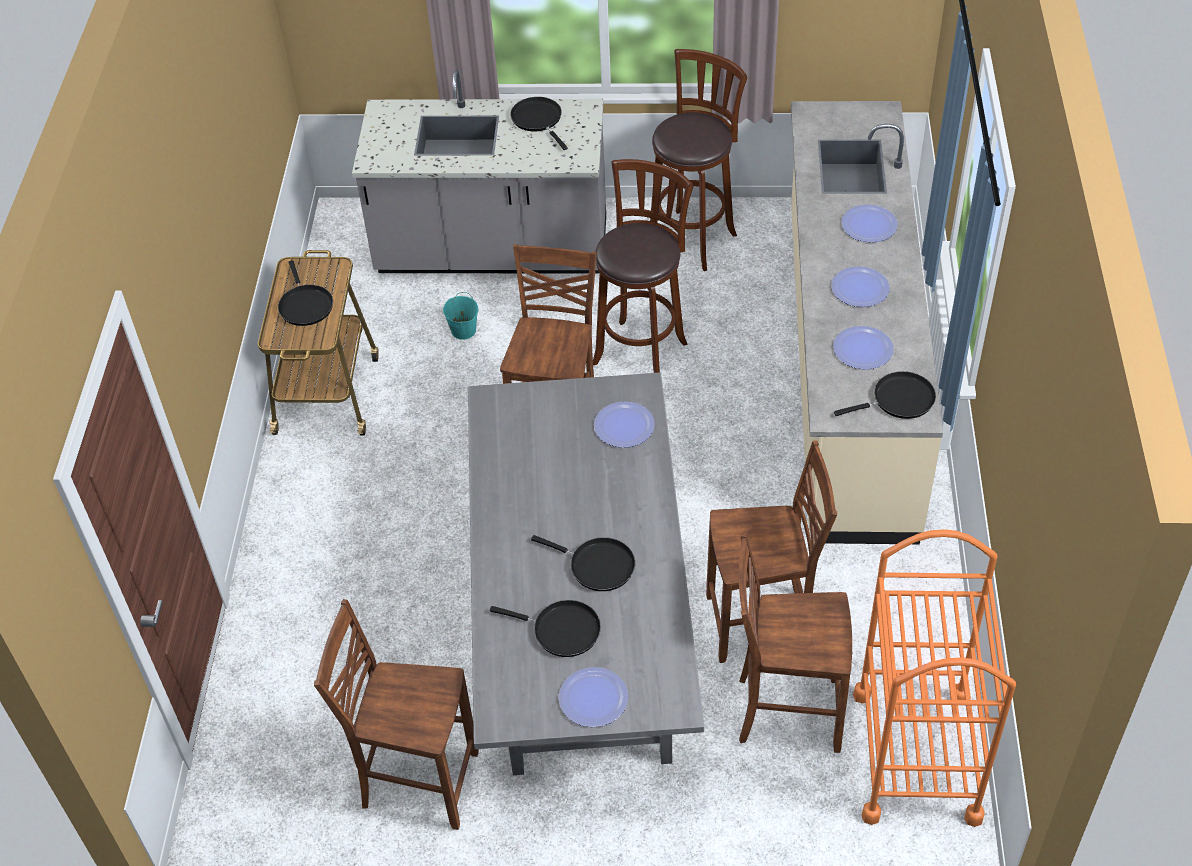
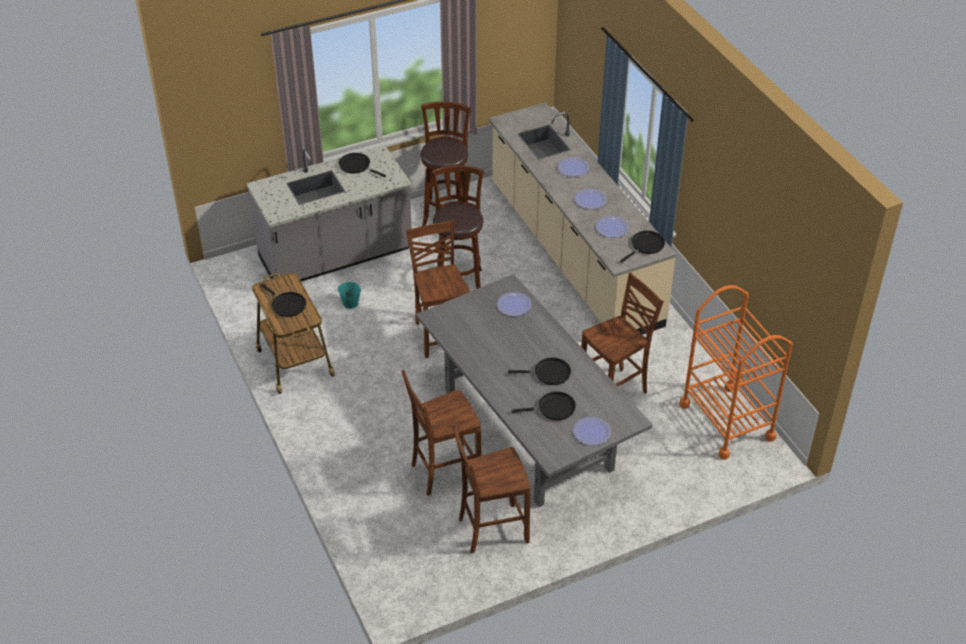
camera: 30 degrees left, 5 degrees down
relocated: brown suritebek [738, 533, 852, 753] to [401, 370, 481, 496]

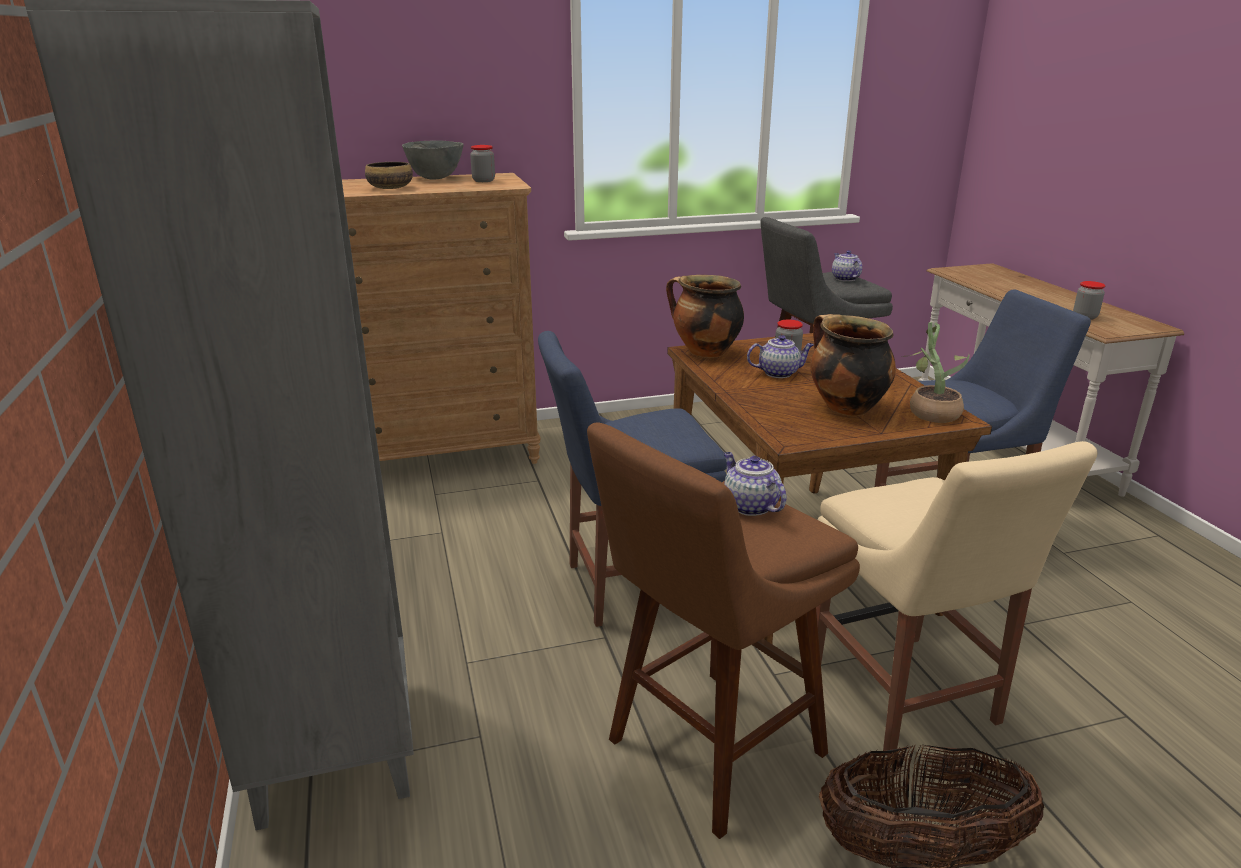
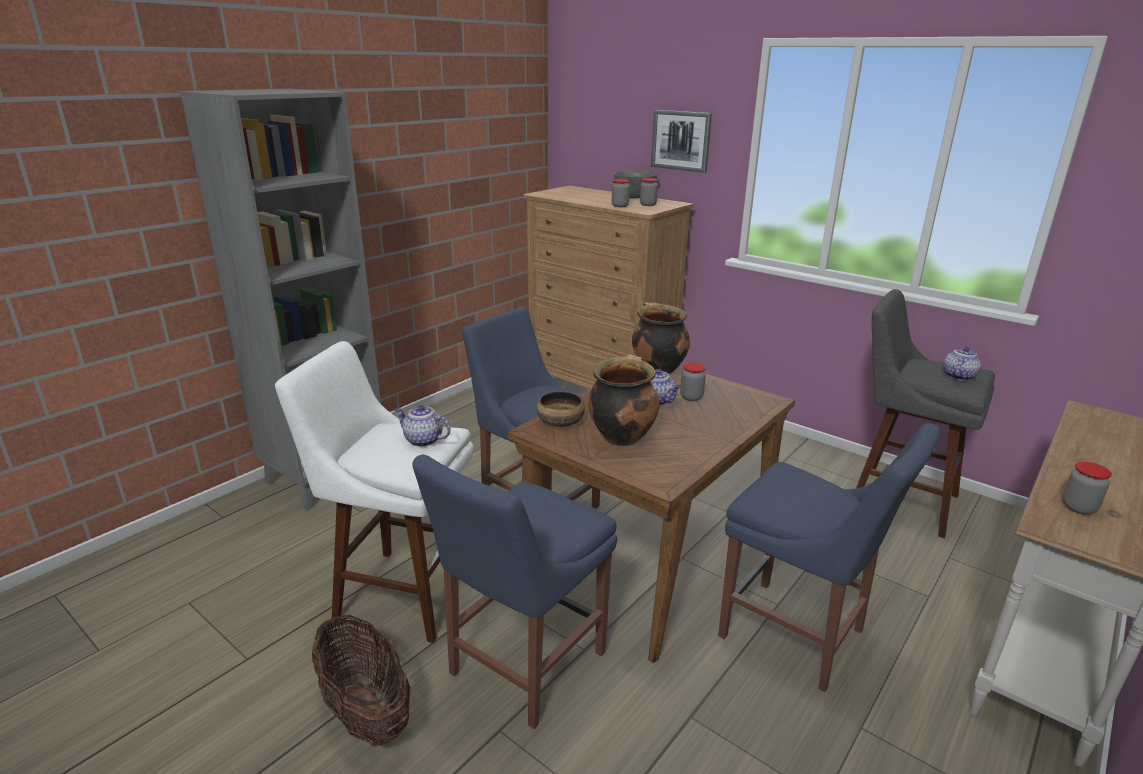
camera: 55 degrees right, 0 degrees up
missing: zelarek [910, 322, 969, 423]
appeared: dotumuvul [612, 179, 630, 207]; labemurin [651, 110, 712, 173]
relocated: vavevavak [365, 162, 413, 189] to [537, 391, 585, 427]
colour: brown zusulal [587, 422, 860, 839] to white zusulal [275, 341, 474, 643]; beige suritebek [816, 441, 1097, 757] to blue suritebek [412, 455, 617, 729]
spun: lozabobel [724, 452, 787, 516] = [394, 405, 451, 447] 90 degrees counterclockwise

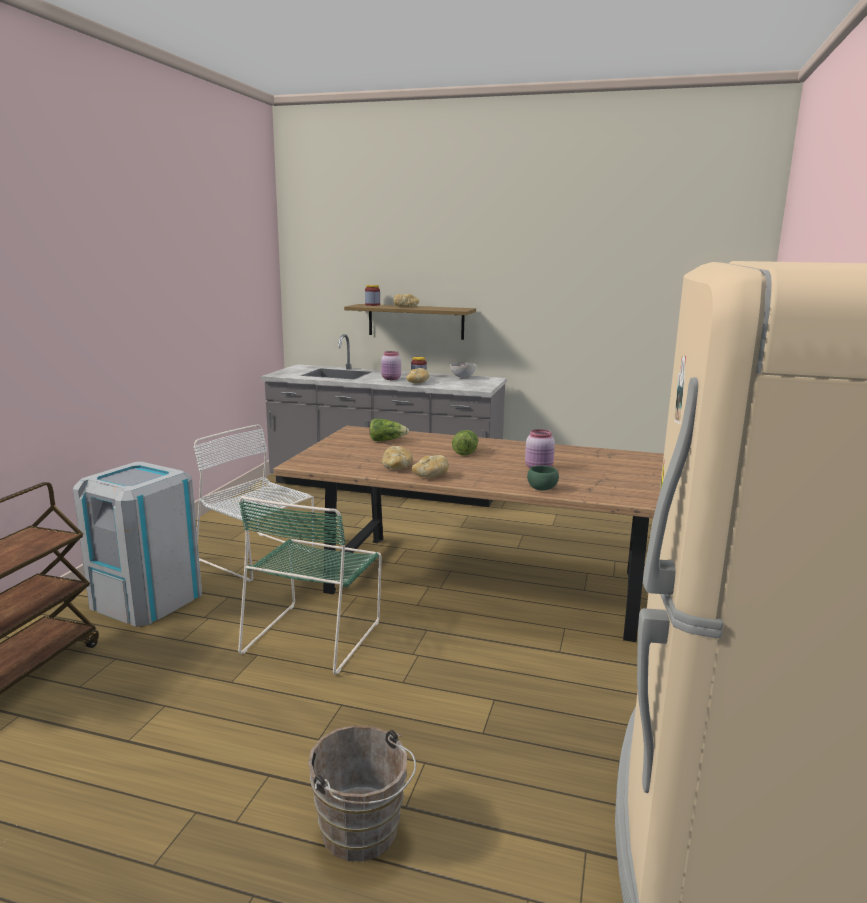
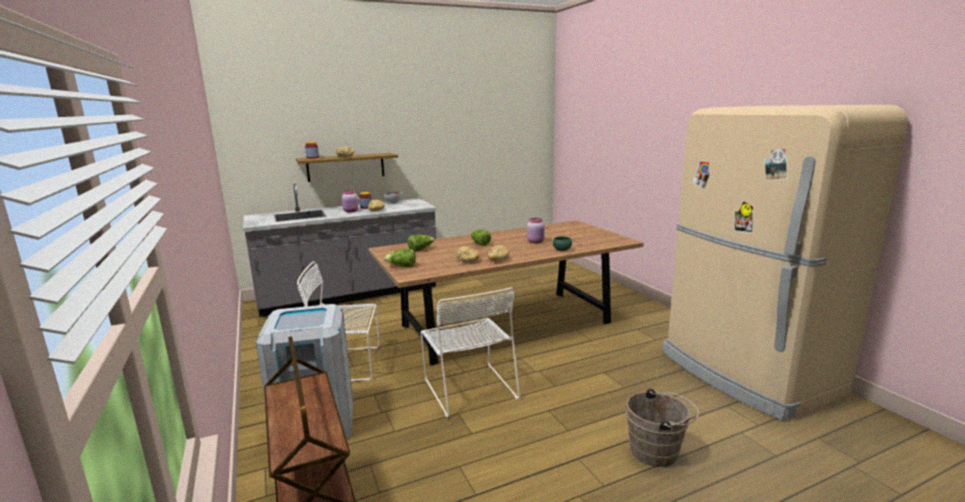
camera: 40 degrees left, 0 degrees up
appeared: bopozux [384, 249, 416, 267]
colour: green suritebek [238, 496, 382, 674] to white suritebek [421, 287, 520, 418]

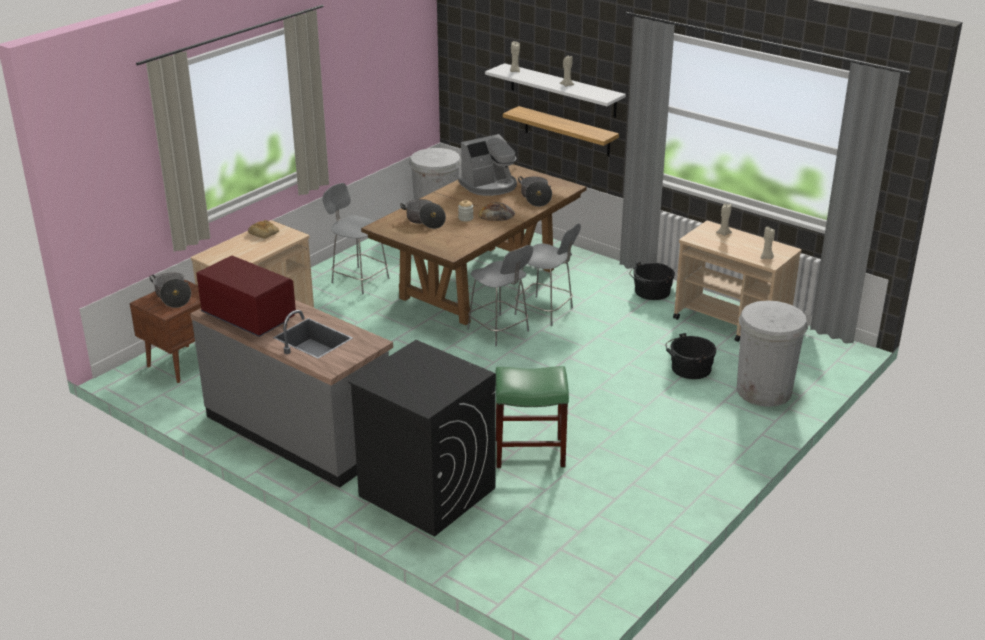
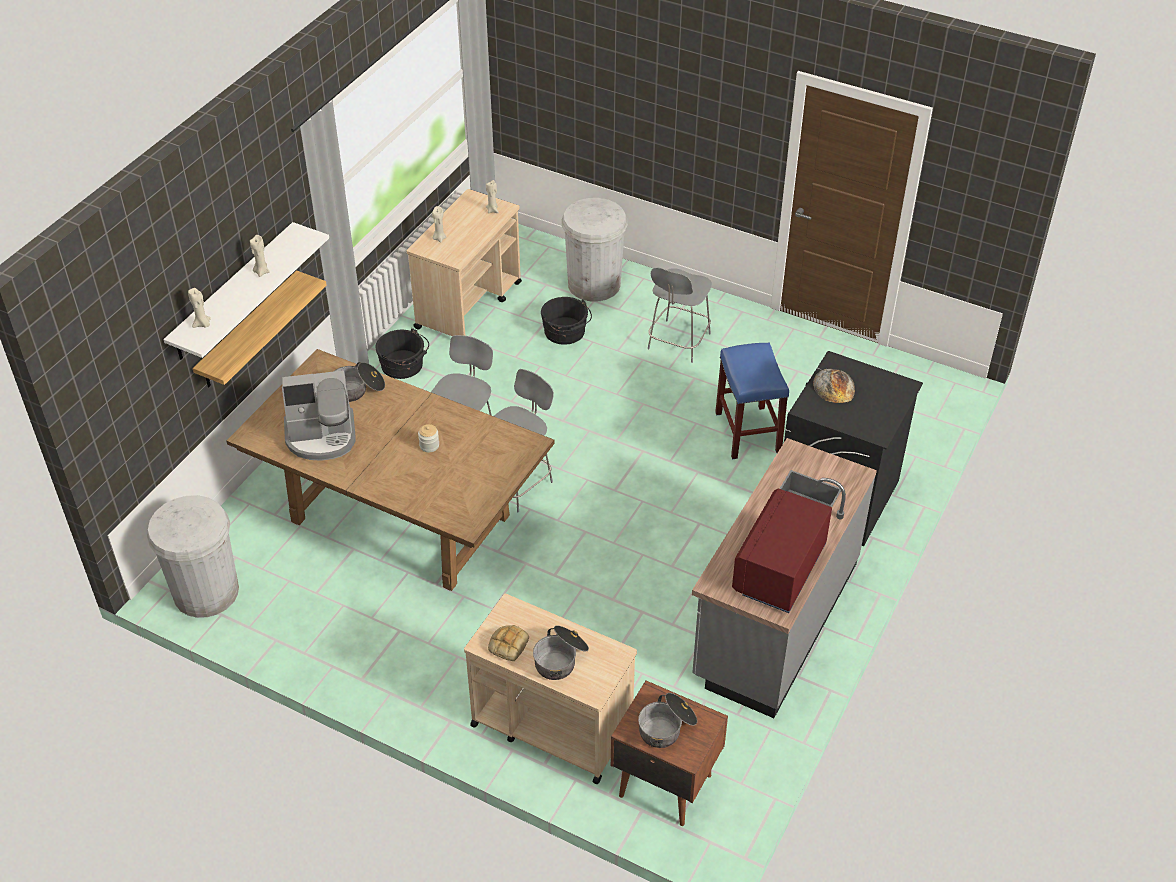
camera: 100 degrees left, 15 degrees up
relocated: grey suritebek [322, 183, 389, 294] to [648, 268, 712, 363]; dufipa [400, 199, 446, 229] to [533, 625, 589, 680]; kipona [478, 202, 515, 221] to [813, 369, 855, 403]
colour: green zusulal [495, 366, 569, 468] to blue zusulal [715, 343, 789, 459]
spun: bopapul [458, 134, 517, 196] = [282, 370, 356, 461] 120 degrees clockwise

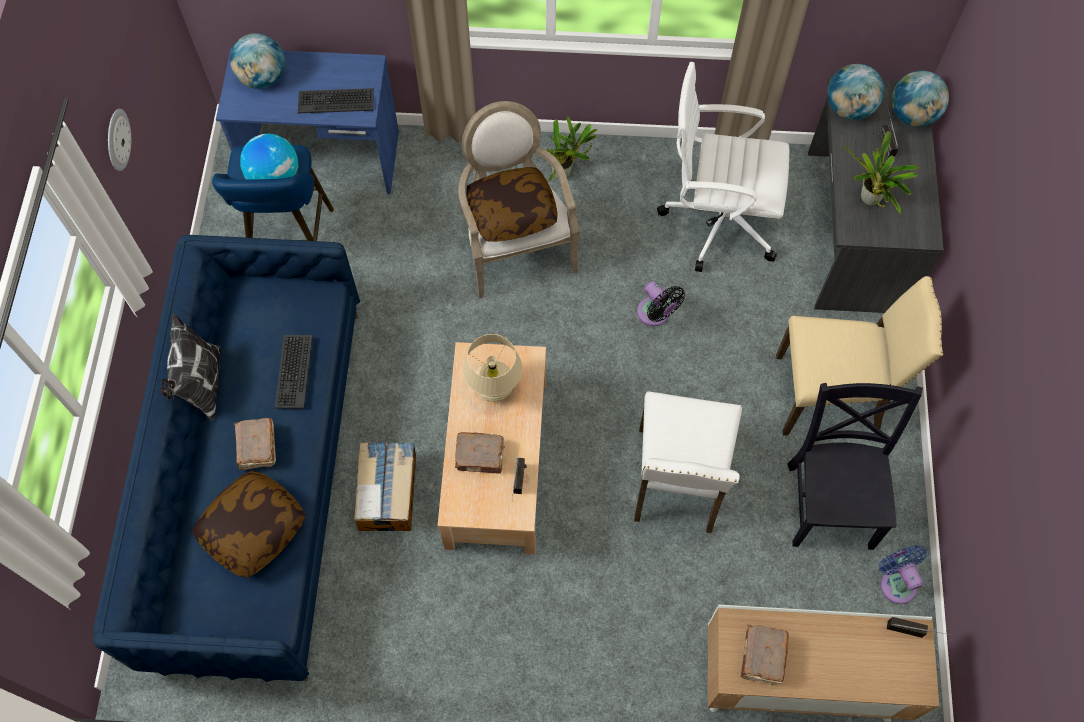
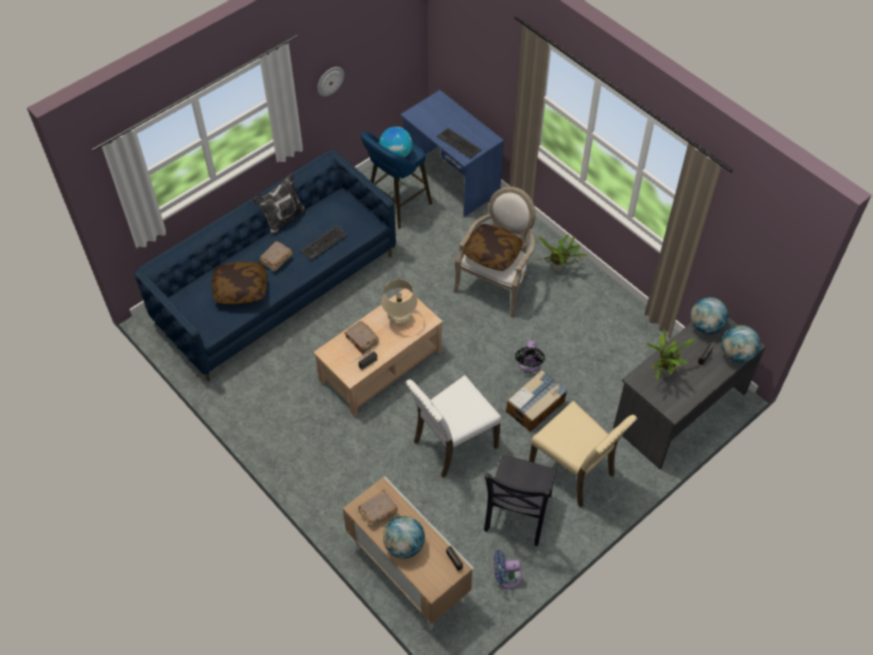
camera: 45 degrees right, 10 degrees down
missing: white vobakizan [657, 62, 790, 272]
relocated: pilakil [230, 33, 285, 89] to [383, 516, 425, 559]; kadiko [354, 442, 416, 531] to [506, 370, 568, 432]
spun: black suritebek [787, 383, 923, 550] = [484, 455, 557, 546] 150 degrees clockwise; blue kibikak [879, 545, 927, 604] = [494, 550, 522, 589] 120 degrees counterclockwise

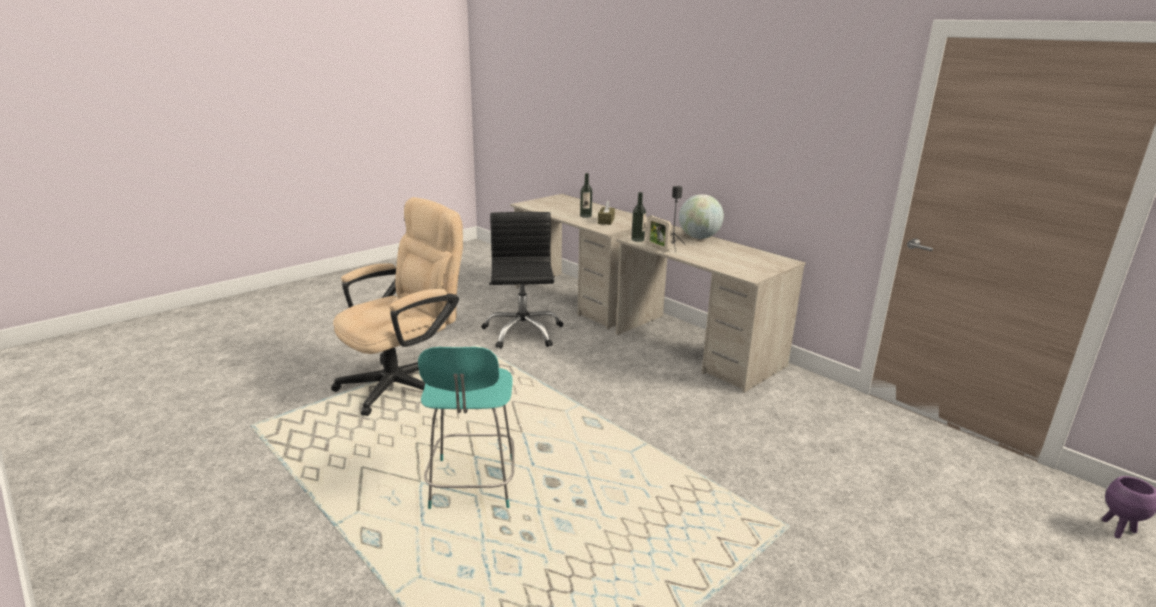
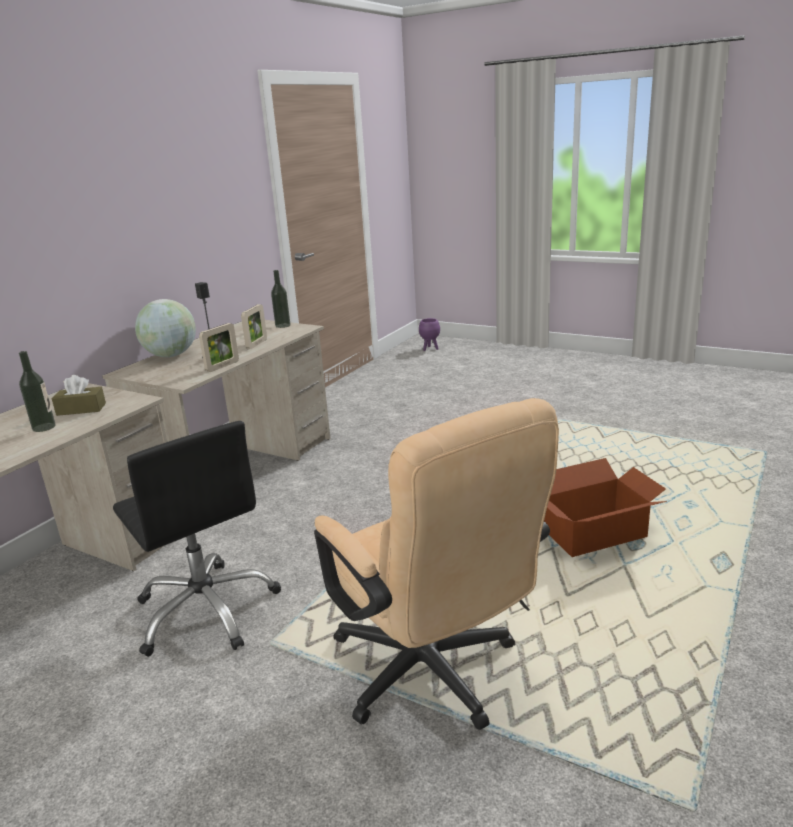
camera: 105 degrees left, 0 degrees up
appeared: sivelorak [241, 304, 267, 349]
relocated: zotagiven [631, 192, 646, 242] to [271, 270, 291, 328]
exchanged: turquoise suritebek [418, 347, 514, 509] to kadiko [544, 458, 667, 557]
spun: beige vobakizan [331, 197, 463, 416] = [314, 398, 559, 730] 150 degrees counterclockwise; black vobakizan [481, 212, 563, 349] = [113, 421, 281, 657] 105 degrees counterclockwise

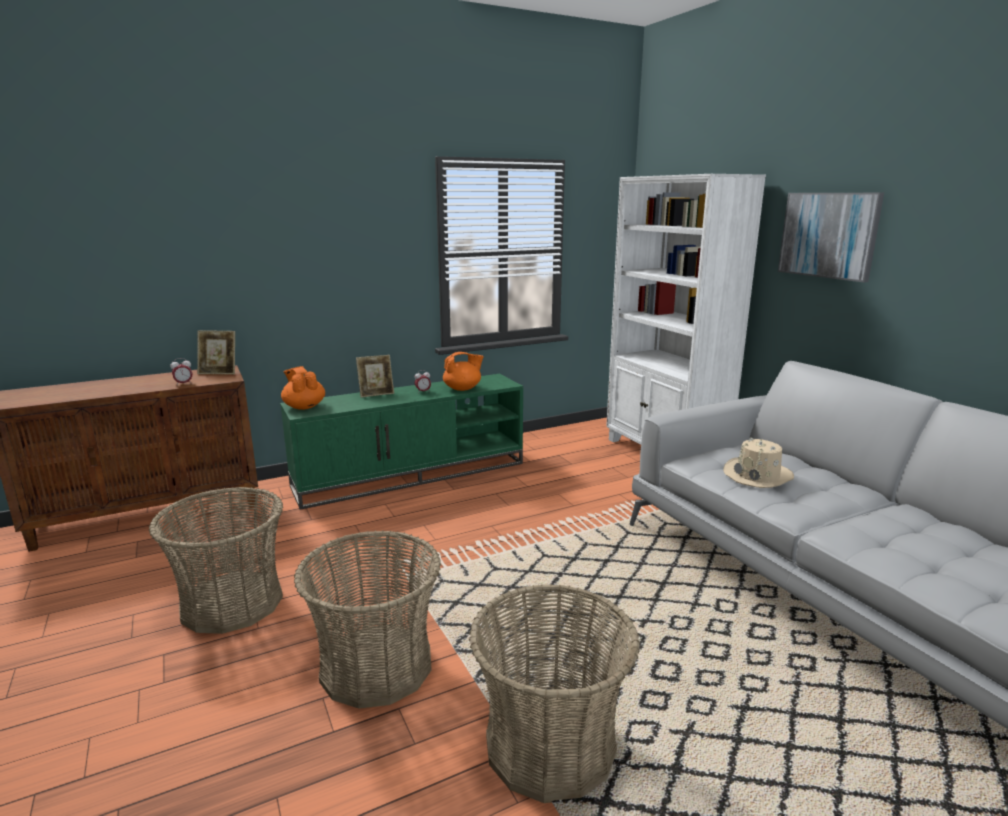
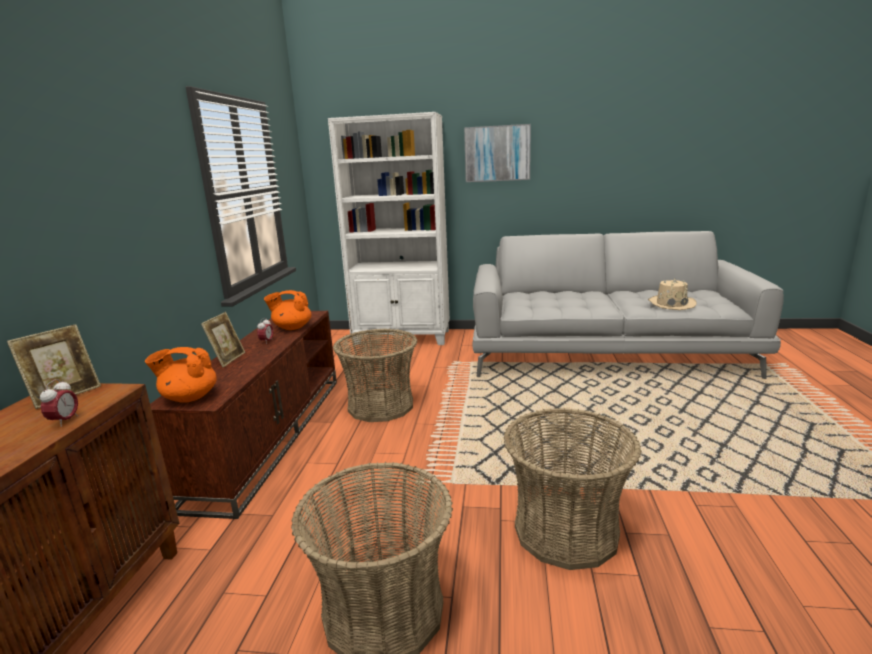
camera: 55 degrees left, 0 degrees up
relocated: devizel [469, 584, 640, 803] to [333, 329, 417, 422]; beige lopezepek [723, 438, 794, 488] to [648, 279, 697, 310]
colour: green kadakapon [280, 374, 523, 510] to brown kadakapon [150, 311, 337, 519]
spun: orange lozabobel [443, 352, 484, 391] = [264, 290, 311, 330] 105 degrees counterclockwise

